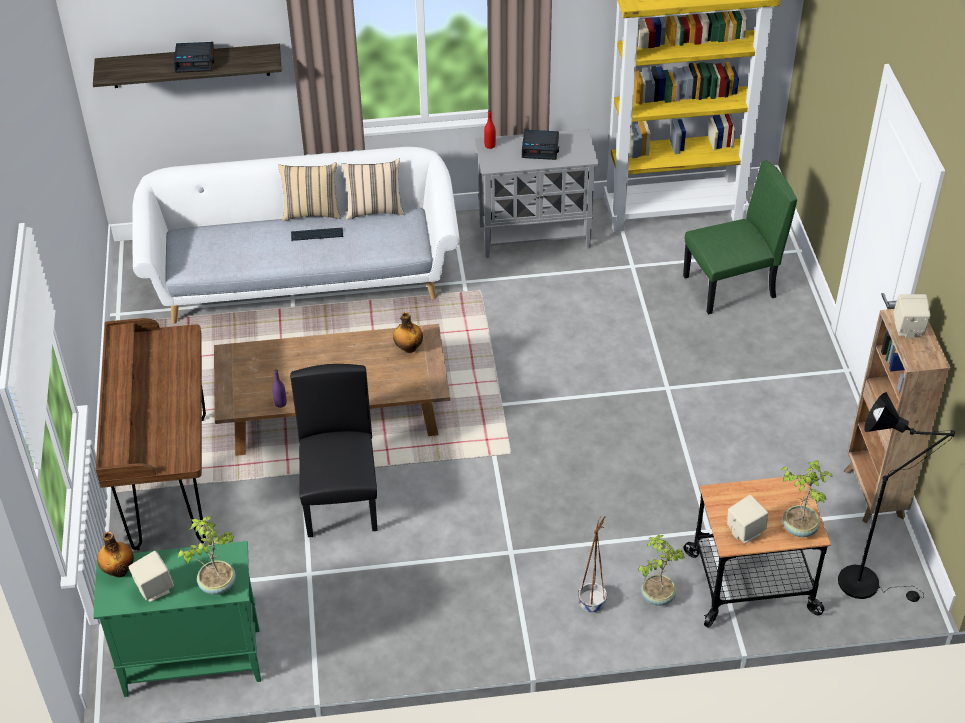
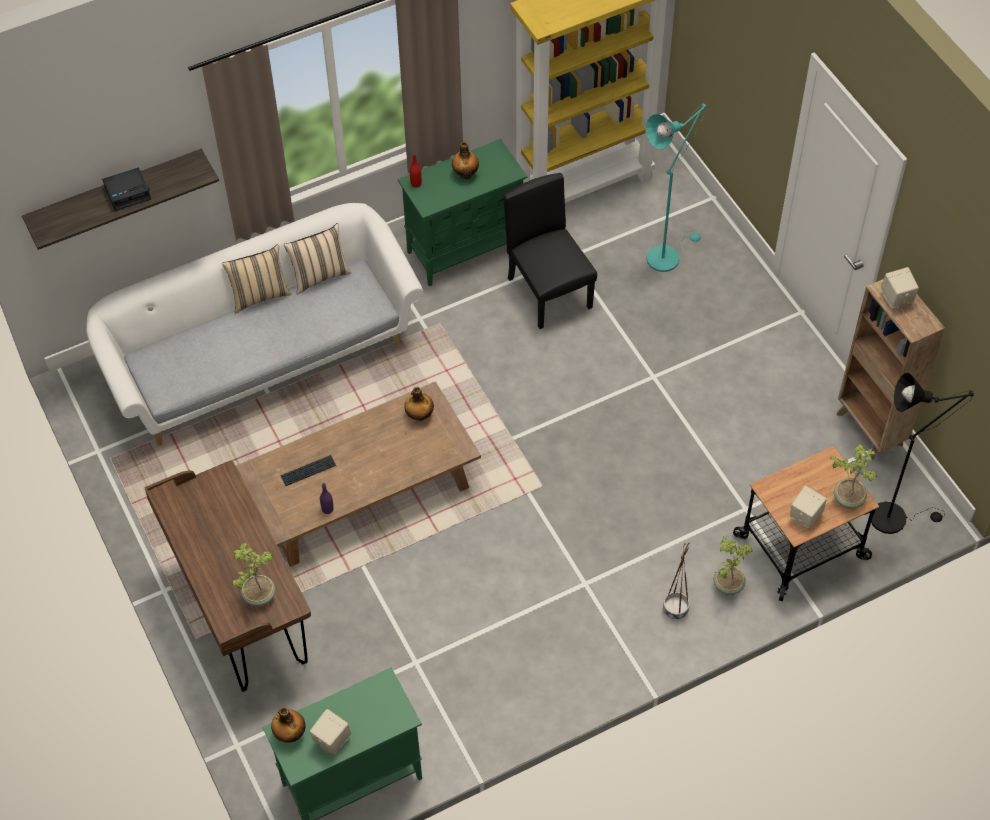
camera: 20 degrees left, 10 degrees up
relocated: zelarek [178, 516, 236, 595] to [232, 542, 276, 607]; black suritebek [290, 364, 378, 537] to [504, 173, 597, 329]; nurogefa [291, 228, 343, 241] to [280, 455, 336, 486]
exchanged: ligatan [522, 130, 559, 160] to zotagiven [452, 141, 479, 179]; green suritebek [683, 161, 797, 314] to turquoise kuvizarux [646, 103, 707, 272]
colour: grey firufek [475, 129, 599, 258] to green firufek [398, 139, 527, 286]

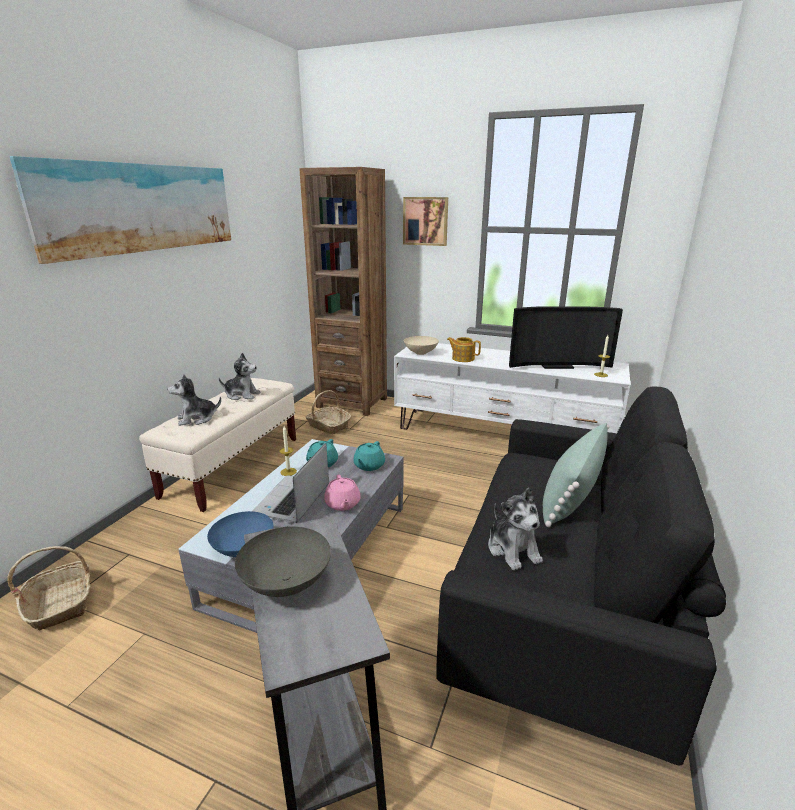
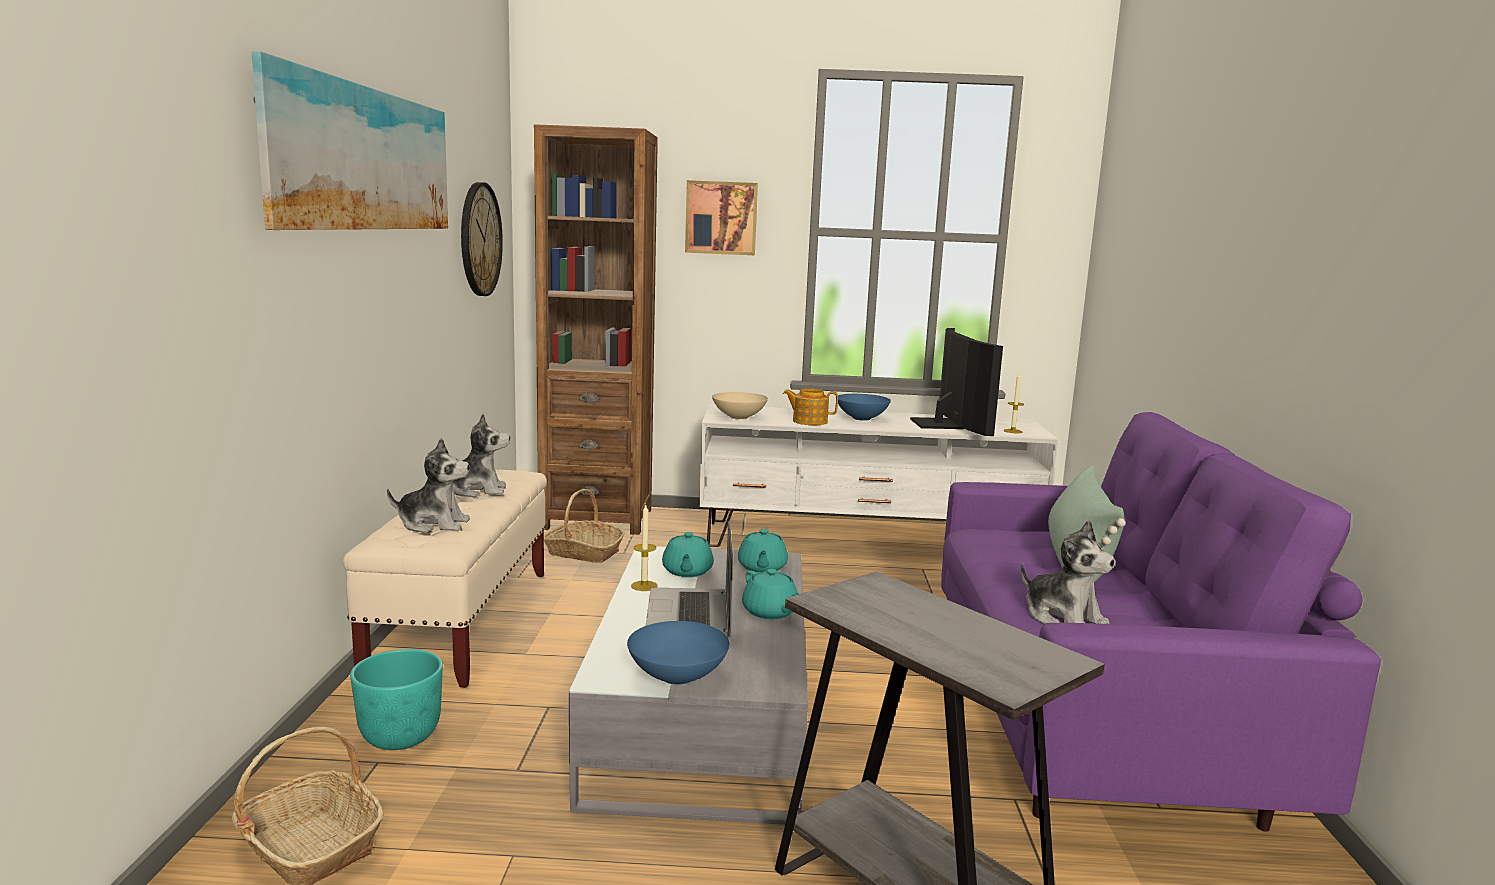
camera: 20 degrees left, 10 degrees down
missing: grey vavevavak [235, 526, 331, 597]
appeared: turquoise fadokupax [350, 649, 443, 750]; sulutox [461, 182, 503, 296]; blue vavevavak [838, 394, 891, 421]
colour: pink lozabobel [324, 474, 361, 511] to turquoise lozabobel [742, 569, 799, 619]; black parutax [436, 386, 726, 766] to purple parutax [941, 412, 1381, 832]
spun: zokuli [167, 374, 221, 426] = [387, 438, 470, 533] 135 degrees counterclockwise; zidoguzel [509, 306, 623, 369] = [910, 328, 1003, 436] 75 degrees counterclockwise

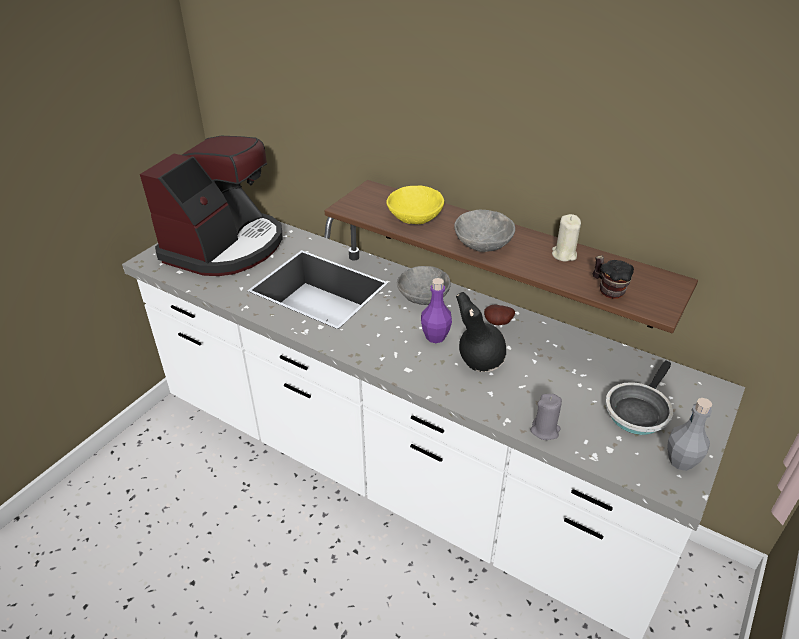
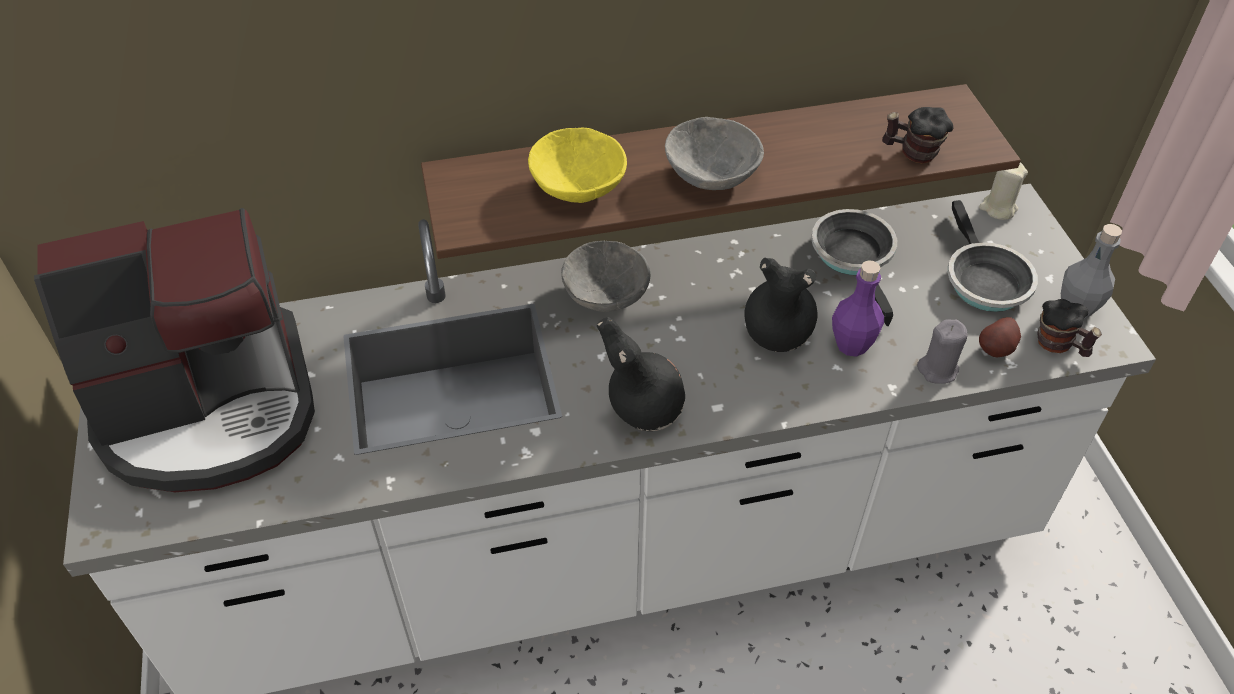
camera: 45 degrees left, 10 degrees up
appeared: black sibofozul [597, 317, 685, 431]; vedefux [811, 209, 897, 326]; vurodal [1037, 299, 1102, 357]
relocated: purple zotagiven [421, 278, 452, 343] to [832, 260, 884, 357]; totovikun [484, 305, 515, 326] to [979, 317, 1021, 358]; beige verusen [552, 214, 581, 262] to [979, 162, 1028, 220]
spun: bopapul [140, 136, 282, 276] = [34, 208, 315, 492] 90 degrees clockwise

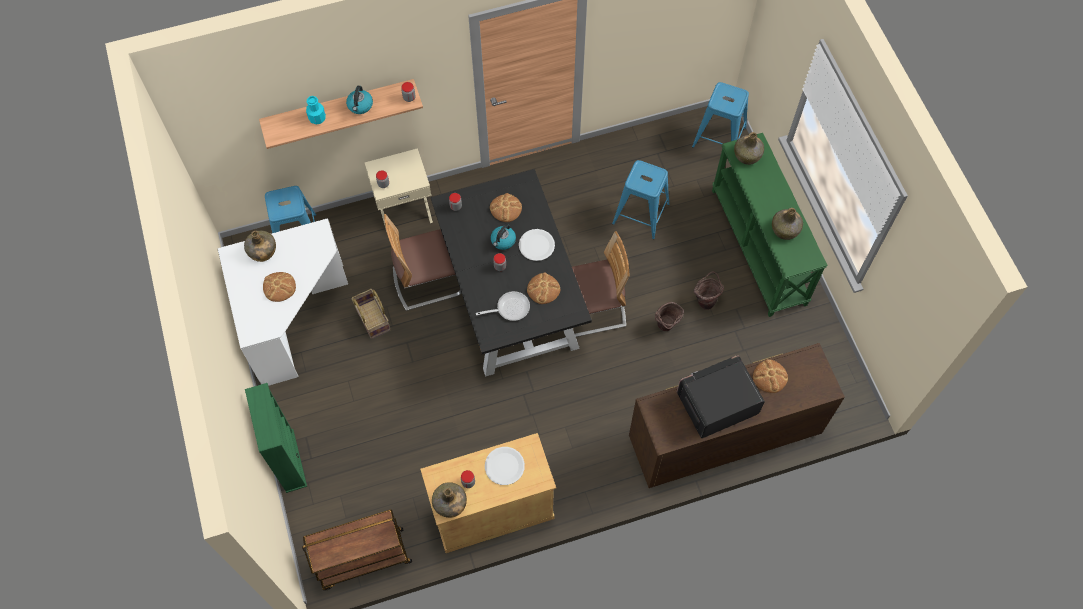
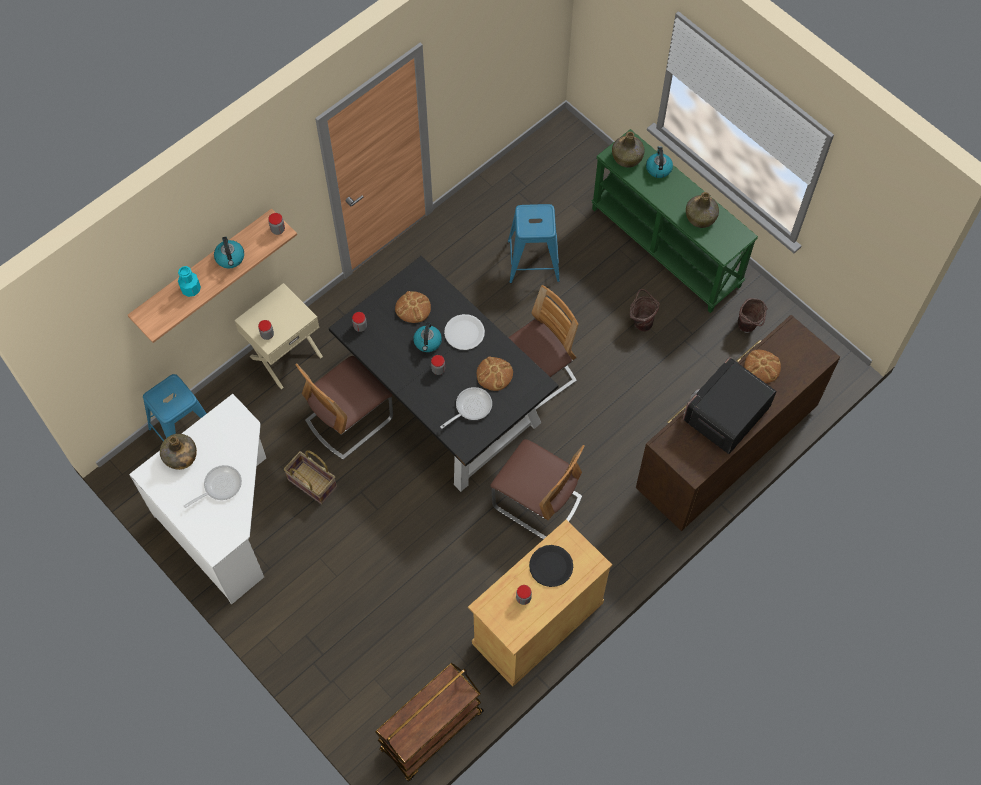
camera: 25 degrees left, 0 degrees up
missing: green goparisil [245, 383, 307, 493]; green zotagiven [432, 482, 467, 518]; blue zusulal [692, 82, 749, 148]
appeared: suritebek [490, 439, 585, 539]; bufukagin [646, 146, 673, 178]
relocated: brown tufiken [655, 302, 684, 331] to [738, 298, 768, 332]
exchanged: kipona [263, 272, 296, 302] to vedefux [184, 465, 242, 508]
colour: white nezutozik [485, 447, 525, 485] to black nezutozik [529, 545, 573, 587]

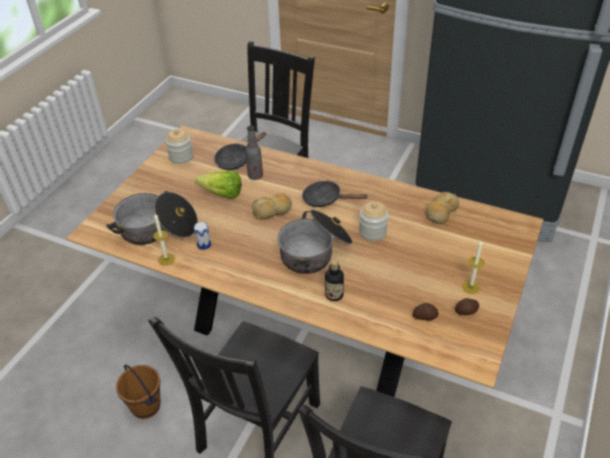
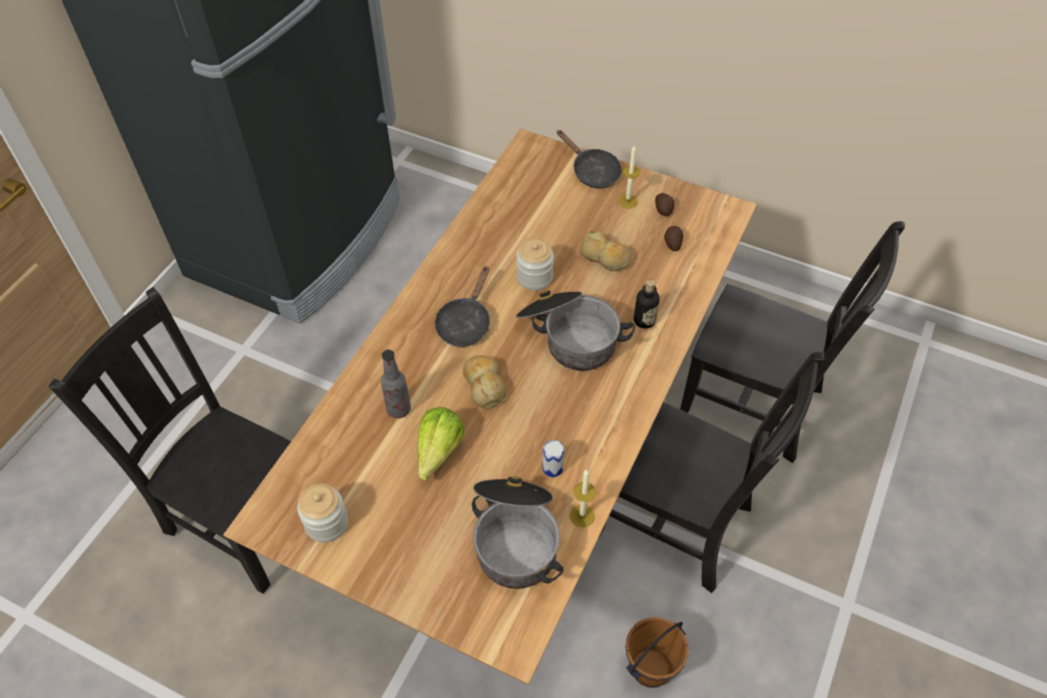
camera: 90 degrees left, 10 degrees up
relocated: black vedefux [214, 132, 267, 170] to [557, 130, 622, 188]; kipona [426, 192, 459, 224] to [579, 231, 631, 271]

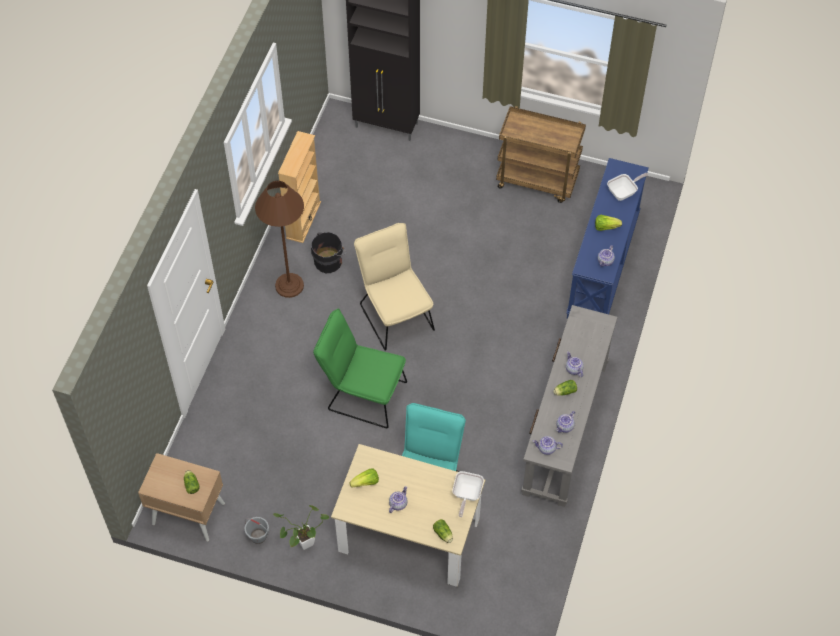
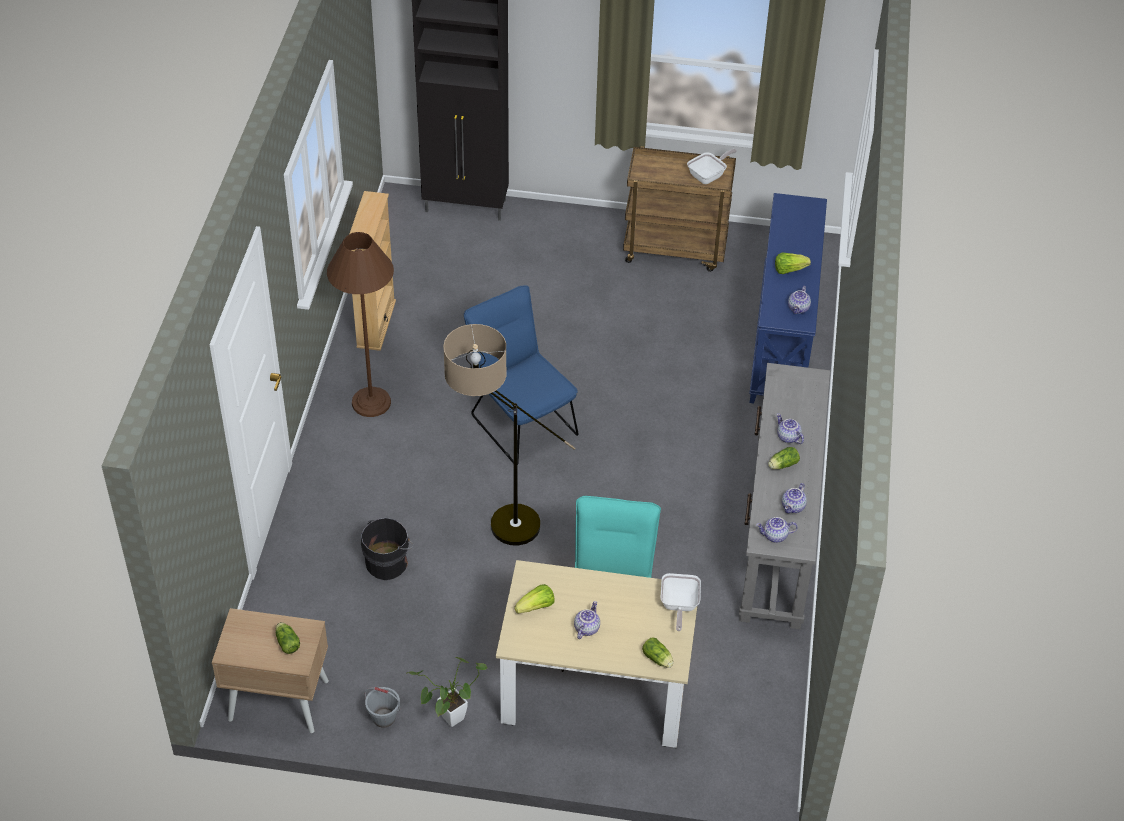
camera: 10 degrees left, 10 degrees down
relocated: black tufiken [311, 232, 346, 273] to [361, 518, 414, 580]; vedefux [607, 173, 648, 201] to [687, 149, 737, 184]
exchanged: green suritebek [313, 309, 407, 428] to kuvizarux [443, 324, 575, 546]
colour: beige suritebek [354, 223, 435, 351] to blue suritebek [464, 285, 579, 466]

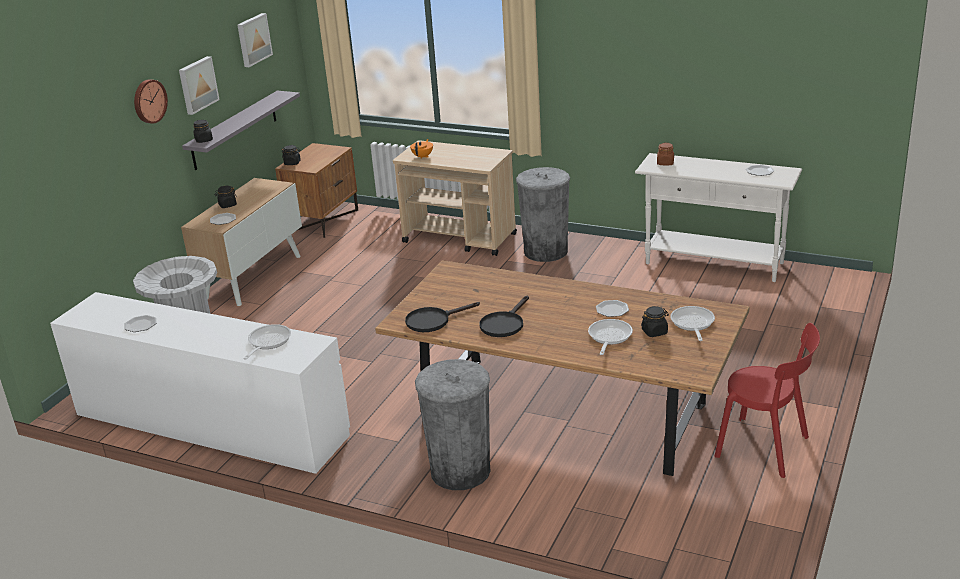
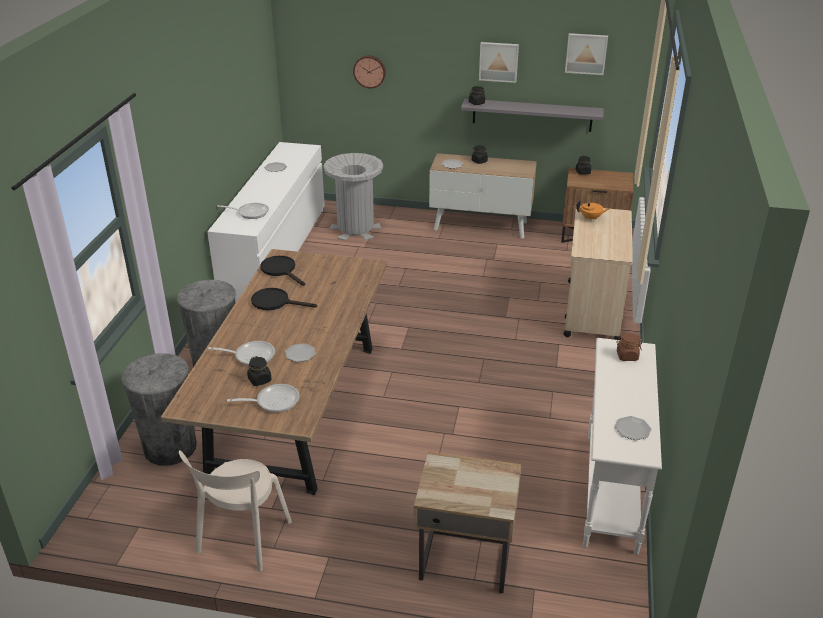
camera: 75 degrees right, 5 degrees up
appeared: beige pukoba [414, 452, 521, 593]
relocated: sulutox [134, 79, 168, 124] to [353, 55, 386, 89]; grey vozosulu [516, 167, 570, 262] to [121, 353, 197, 466]
colour: red suritebek [715, 323, 820, 478] to beige suritebek [179, 450, 292, 572]

